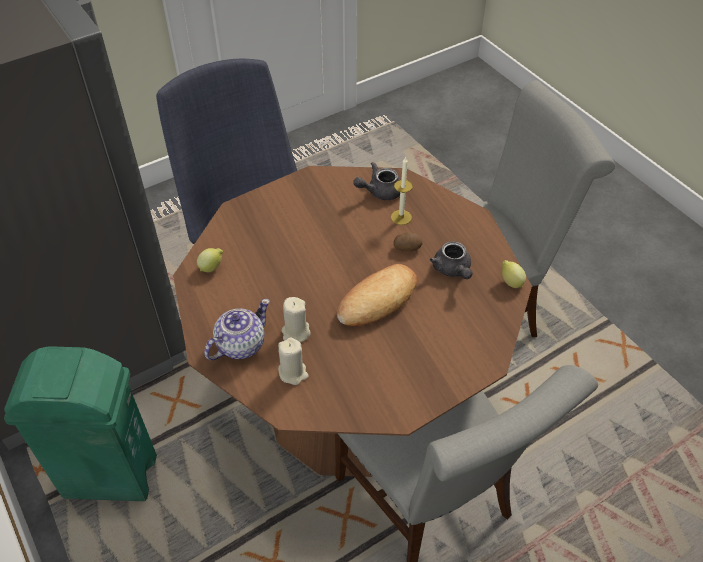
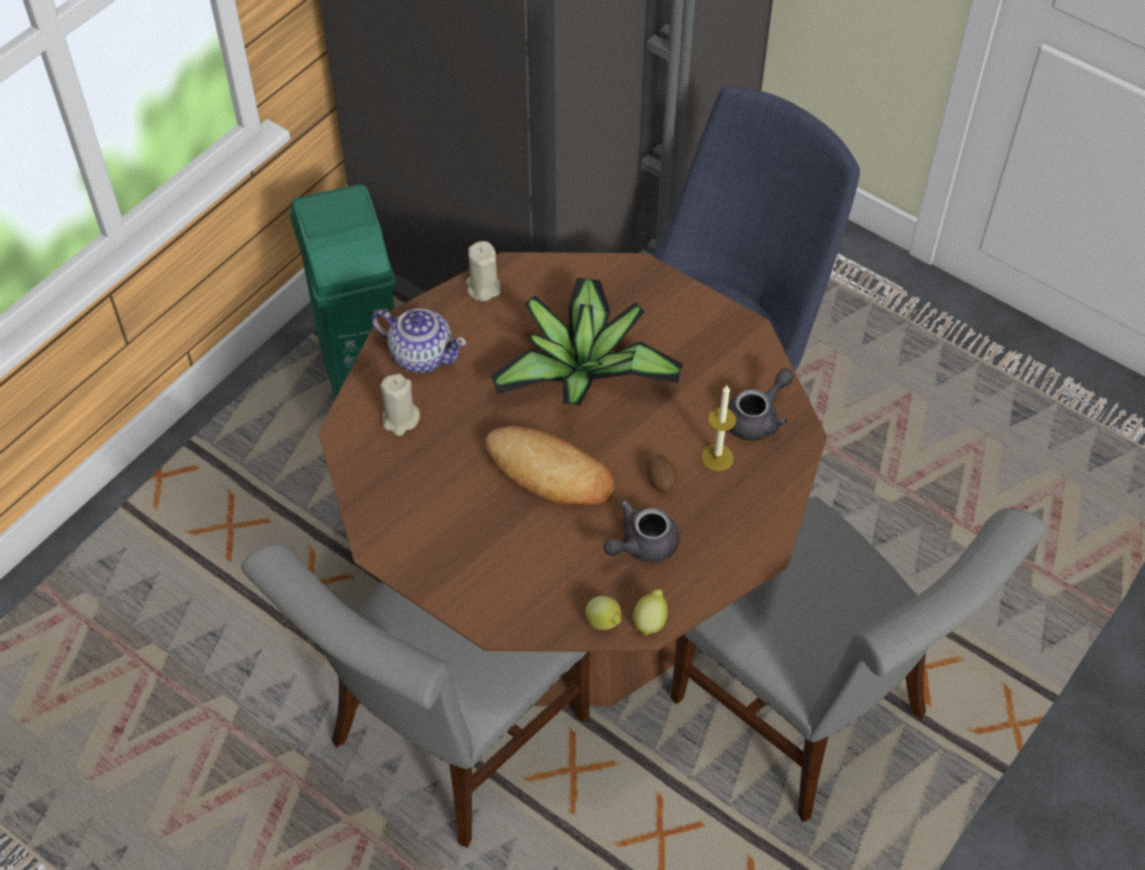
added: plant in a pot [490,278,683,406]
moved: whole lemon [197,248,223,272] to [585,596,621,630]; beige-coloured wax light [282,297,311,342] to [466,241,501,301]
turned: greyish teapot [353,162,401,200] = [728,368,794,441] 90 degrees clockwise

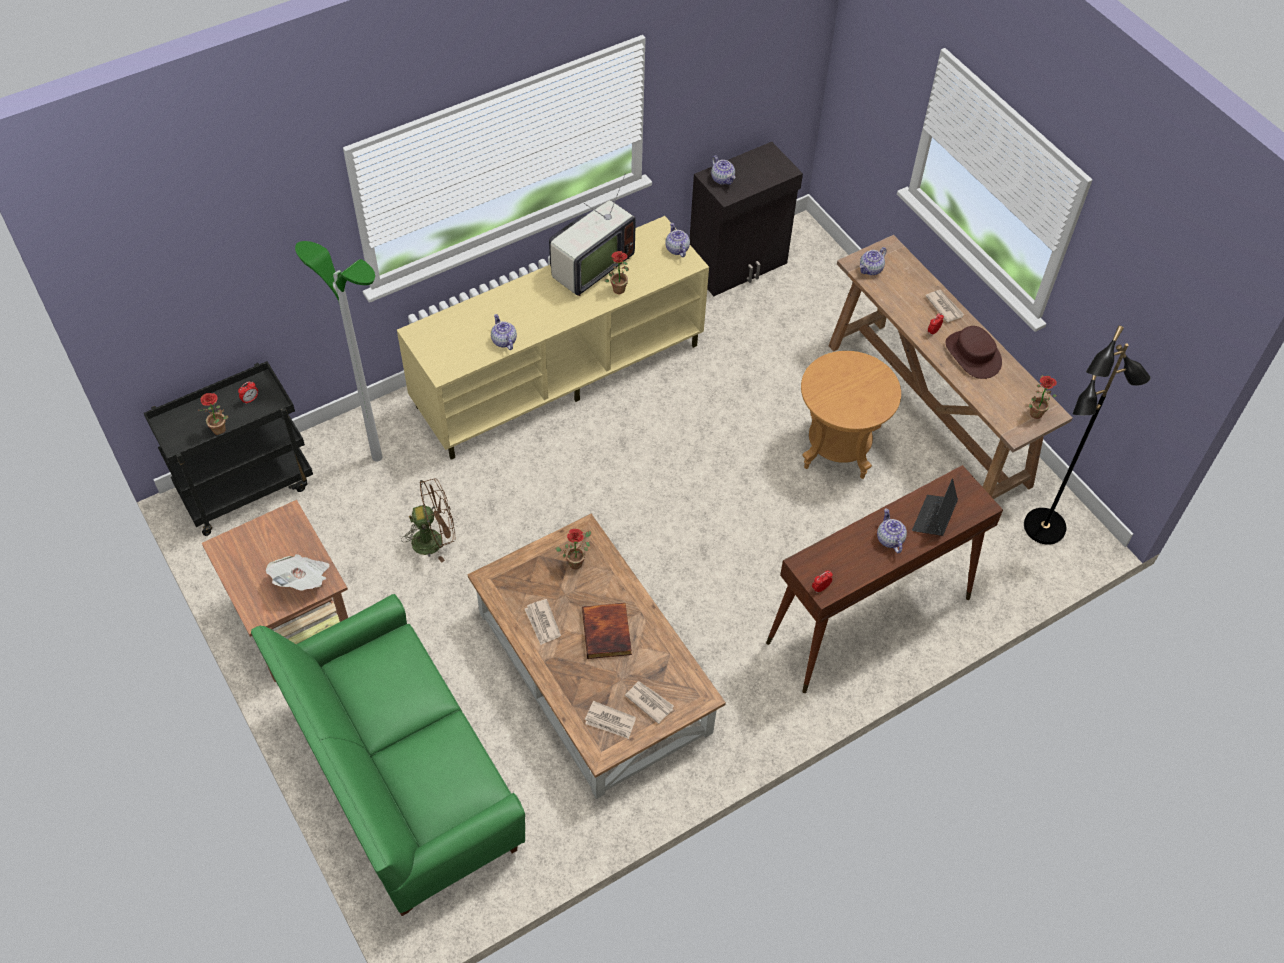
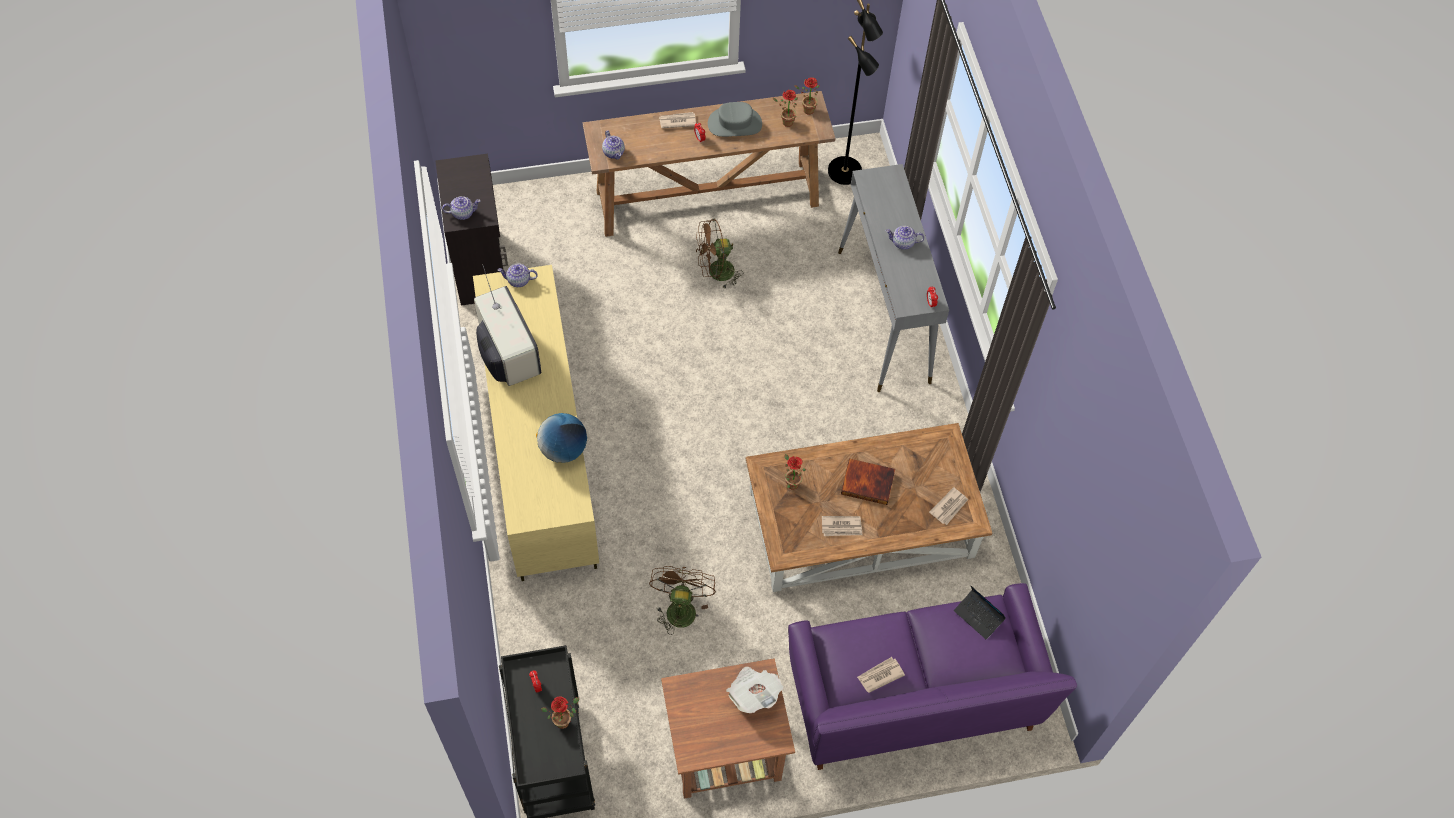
removed: floor lamp [295,241,383,462]
moved: plant in a pot [604,251,629,294] to [773,90,798,127]; laptop [912,478,958,536] to [954,585,1006,640]; printed paper [625,681,674,724] to [857,657,905,693]
replaced: teapot [491,314,517,350] to globe [536,413,587,463]; brownish accent table [801,351,901,479] to brownish cooling fan [696,218,743,289]
recoloured: brownish clothing hat [946,326,1002,379] to greyish clothing hat [708,102,762,137]; brownish narrow table [766,465,1003,693] to greyish narrow table [838,164,949,392]; green sofa [251,594,525,916] to purple-coloured sofa [788,583,1077,770]

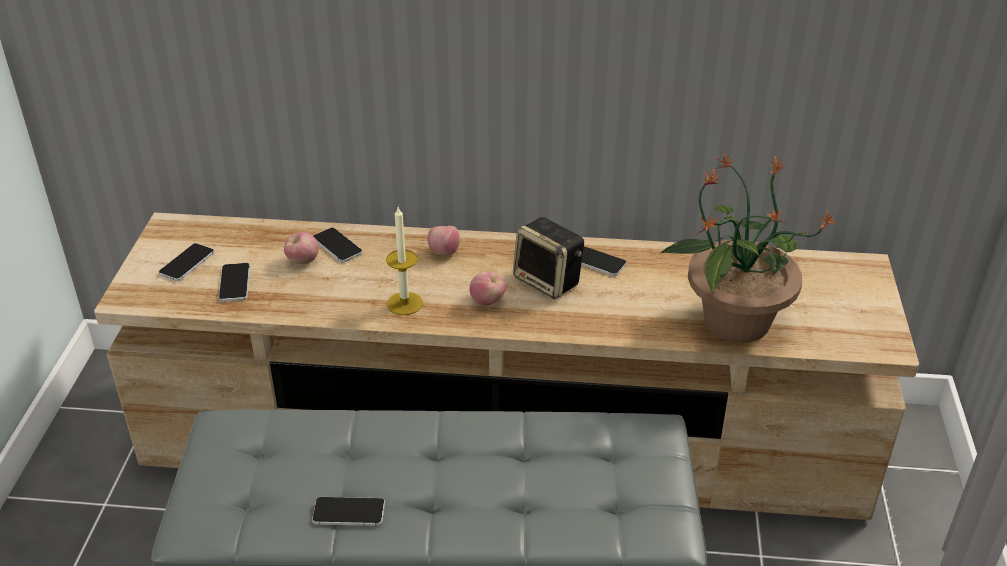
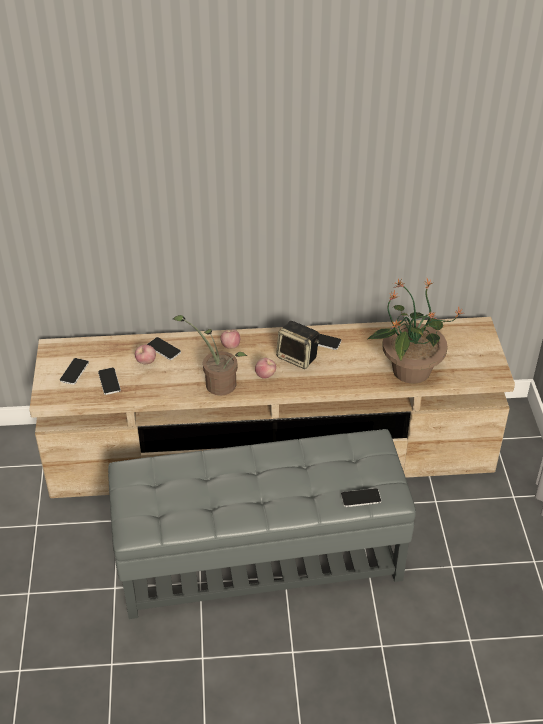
moved: handset [312,497,385,526] to [341,488,382,507]
replaced: wax light [386,207,423,315] to plant in a pot [173,315,247,396]

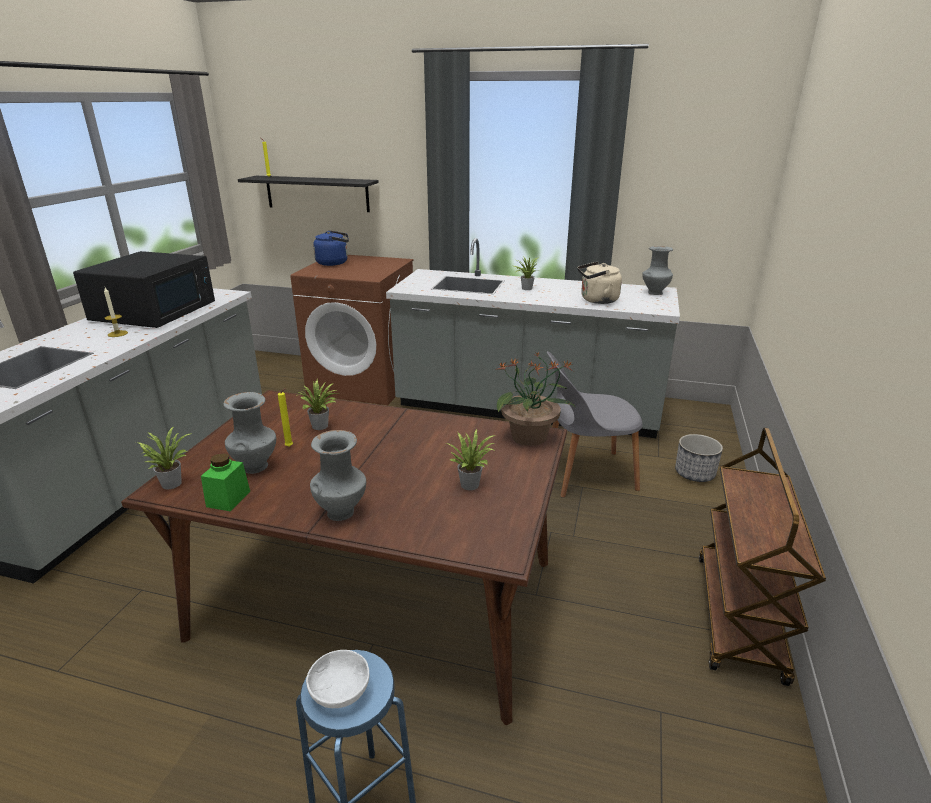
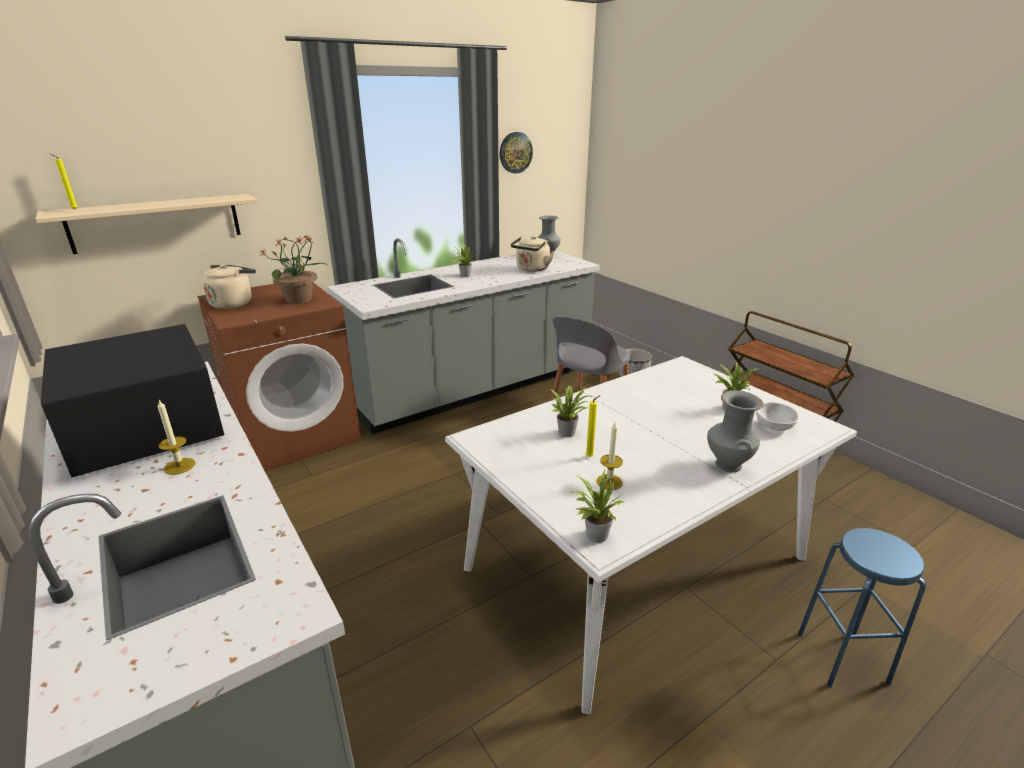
removed: green storage jar [201,453,250,511]
added: hanging clock [500,132,533,174]
moved: plant in a pot [497,352,575,446] to [259,236,326,304]; white bowl [306,650,369,708] to [756,402,799,431]
replaced: greyish decorative vase [223,392,276,474] to wax light [597,423,623,490]
recoloured: black-coloured wall shelf [238,176,379,212] to beige-coloured wall shelf [36,194,258,254]; blue-coloured water kettle [313,230,349,266] to beige-coloured water kettle [203,265,256,309]; brownish kitchen table [121,390,567,725] to white kitchen table [445,356,857,714]

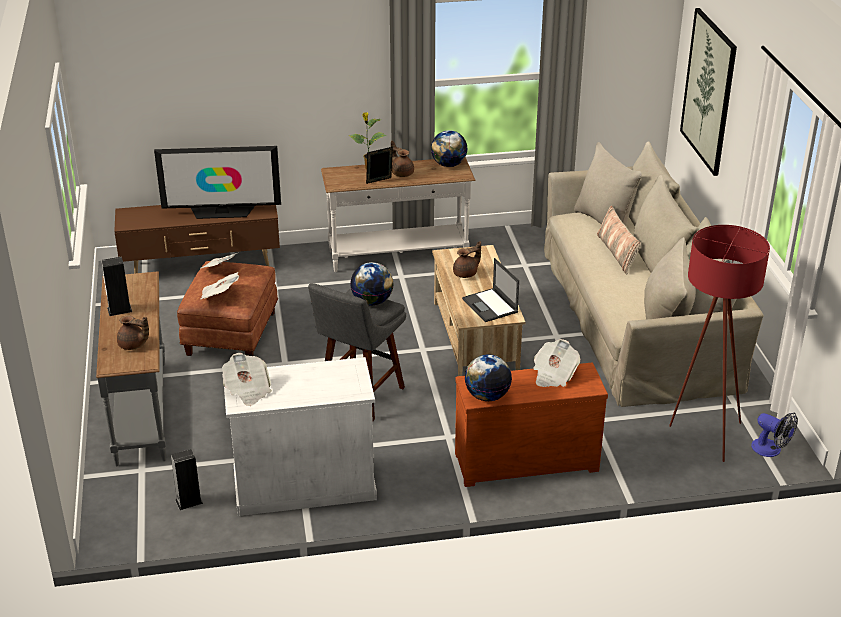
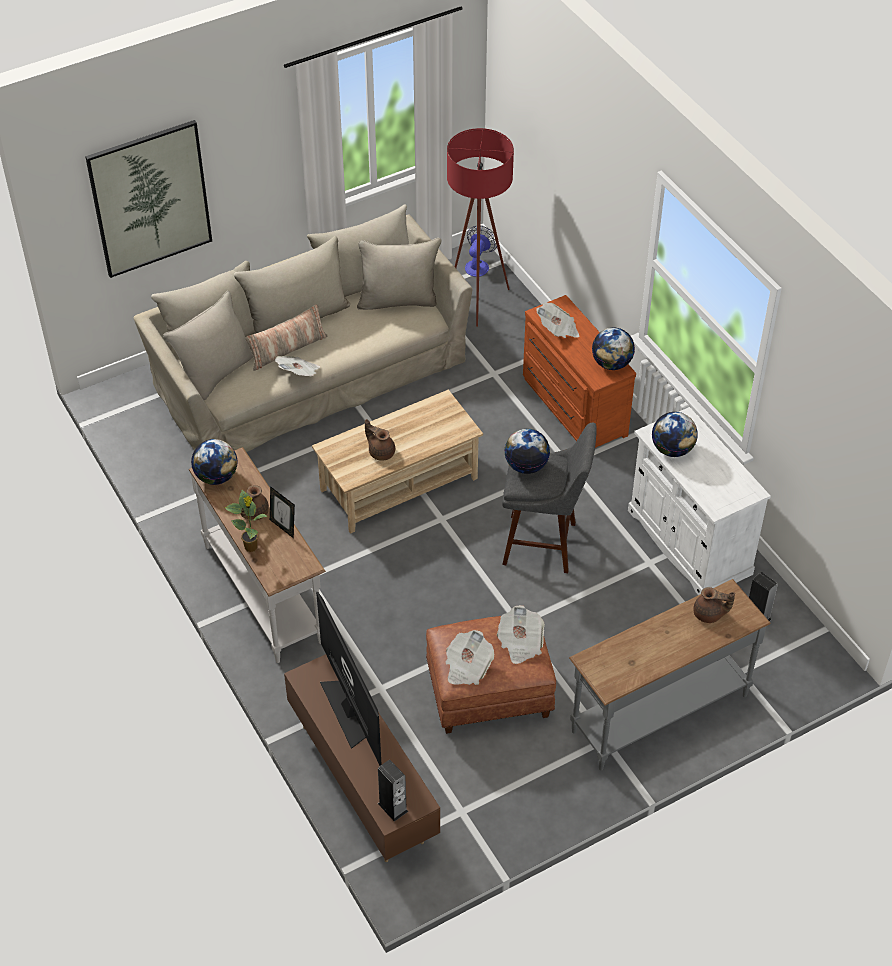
removed: laptop [462,258,519,322]
added: globe [652,412,698,457]
moved: audio speaker [101,257,132,316] to [378,760,409,822]; printed paper [222,353,272,406] to [275,356,320,377]
turned: brownish teapot [117,315,149,350] = [693,587,735,623] 105 degrees clockwise

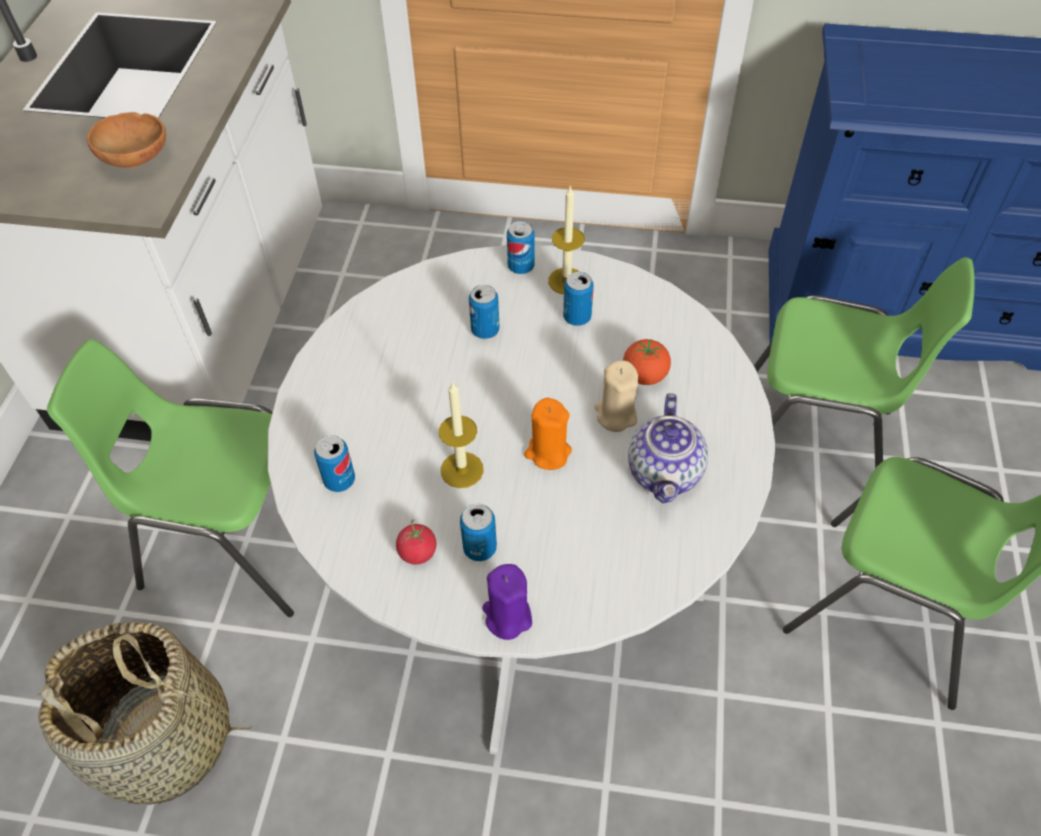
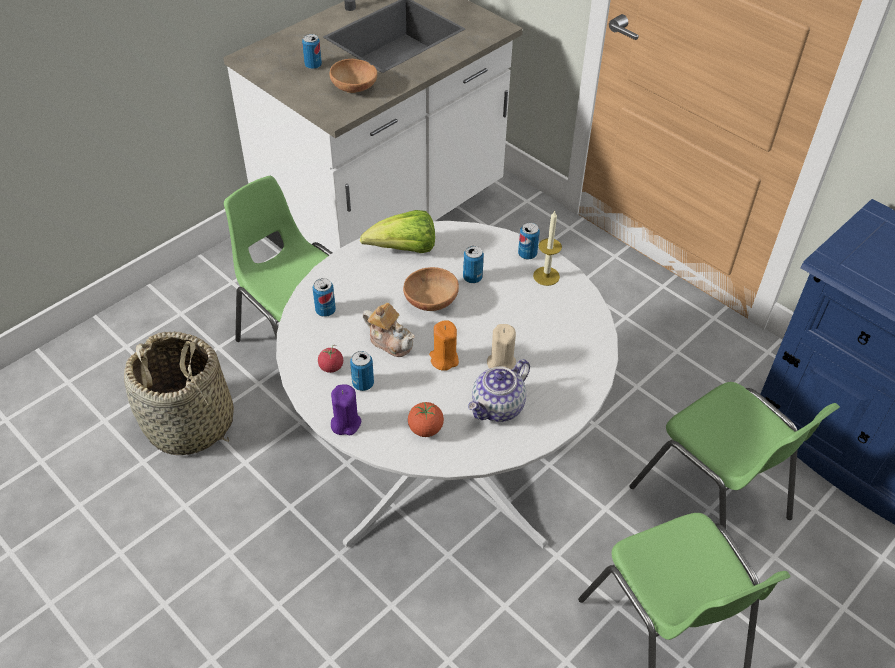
added: head of lettuce [360,210,435,253]; brownish bowl [403,267,459,311]
moved: sealed can [563,272,594,326] to [302,34,322,69]; fresh tomato [623,339,671,385] to [408,402,444,437]
replaced: wax light [439,381,484,488] to teapot [362,303,415,357]

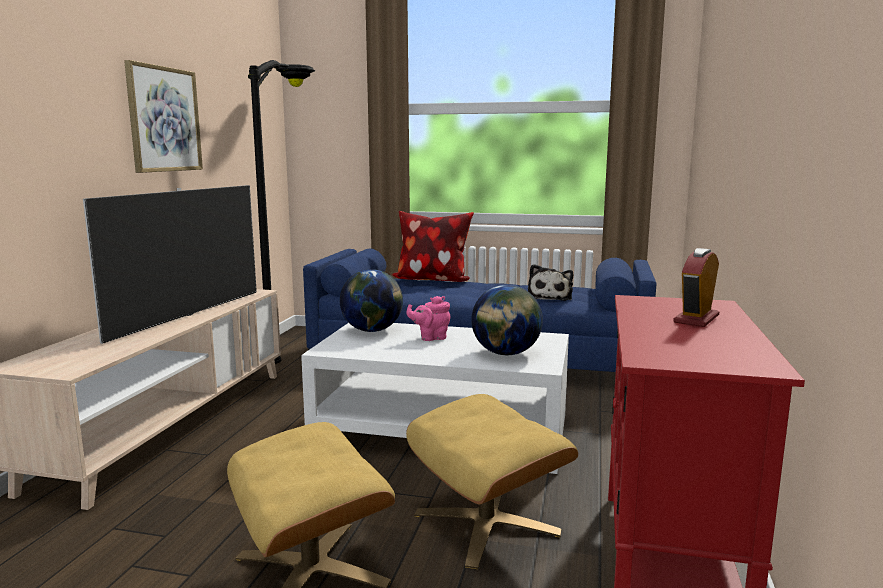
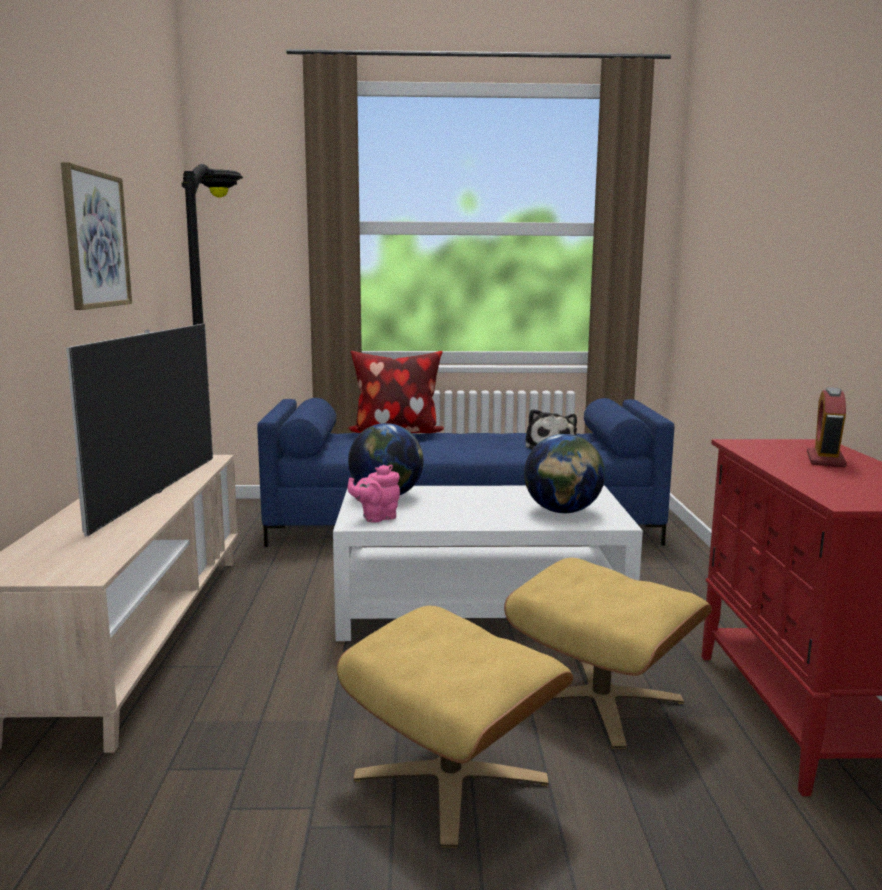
moved: pink-coloured teapot [407,296,451,341] to [348,465,400,522]

